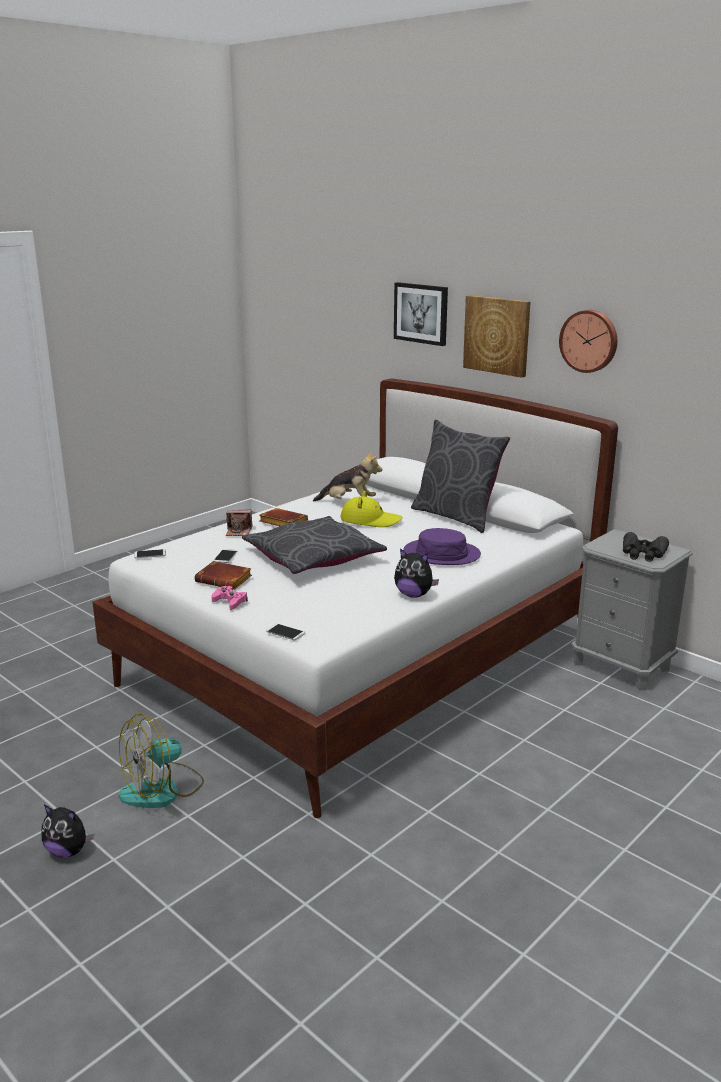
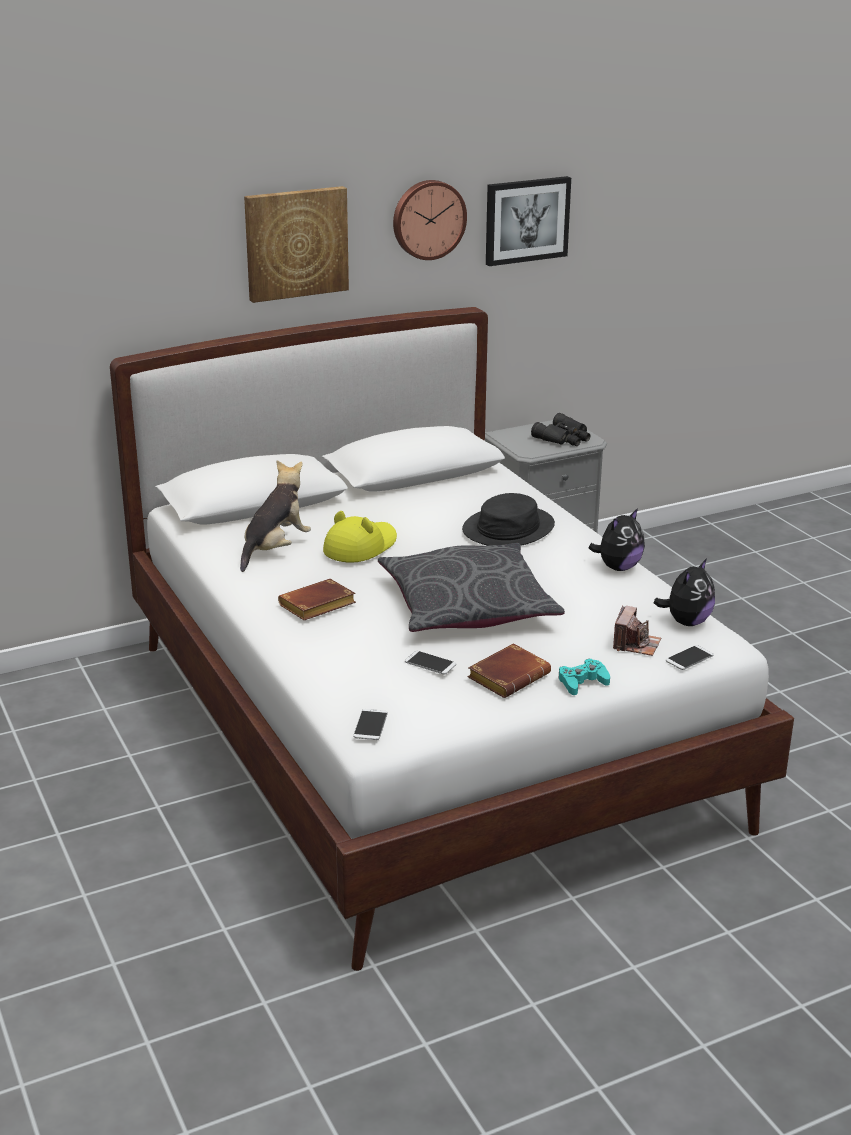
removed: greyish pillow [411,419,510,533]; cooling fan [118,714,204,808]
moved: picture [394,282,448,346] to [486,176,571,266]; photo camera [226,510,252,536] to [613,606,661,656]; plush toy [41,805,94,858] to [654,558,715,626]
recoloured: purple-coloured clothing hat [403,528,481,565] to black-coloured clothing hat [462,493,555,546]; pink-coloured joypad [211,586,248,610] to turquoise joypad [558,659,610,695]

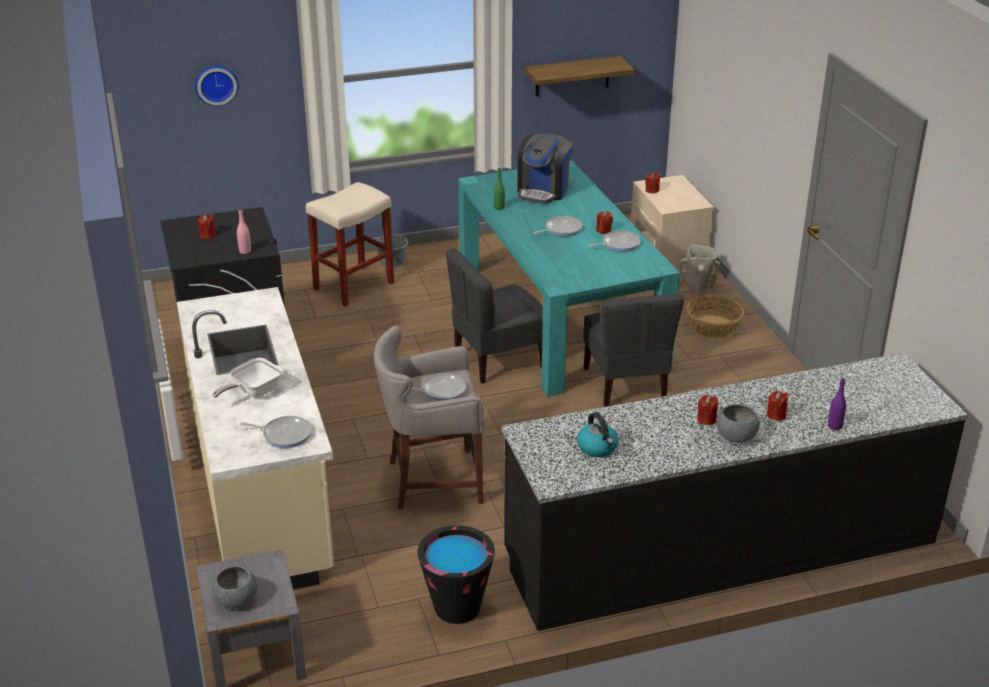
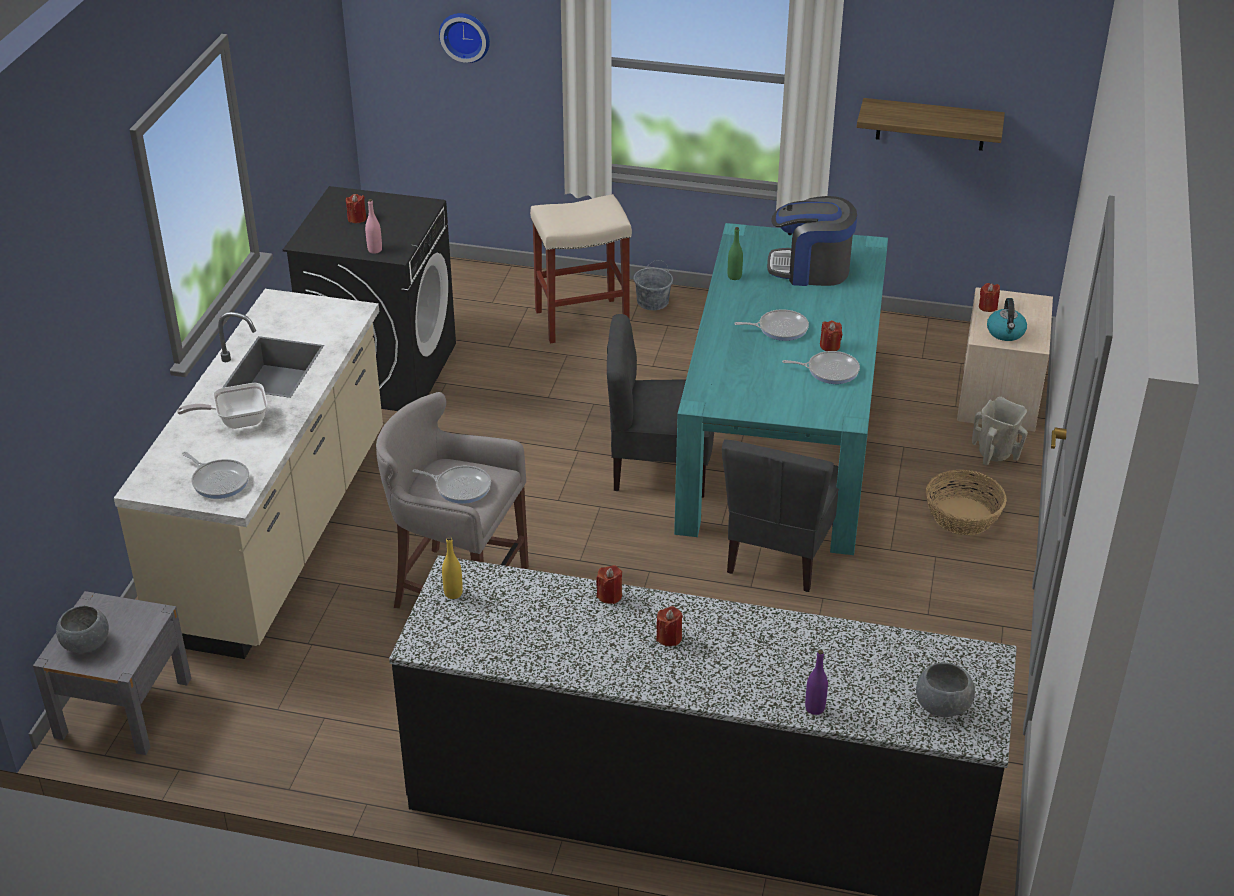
removed: black-coloured water bucket [417,525,495,624]
added: yellowish beverage bottle [442,536,463,599]
moved: reddish wax light [767,391,788,421] to [596,565,622,604]; greyish bowl [717,404,759,443] to [916,663,975,717]; water kettle [577,412,618,457] to [987,298,1027,341]
turned: coffee maker [517,133,574,204] = [767,196,857,286] 45 degrees clockwise

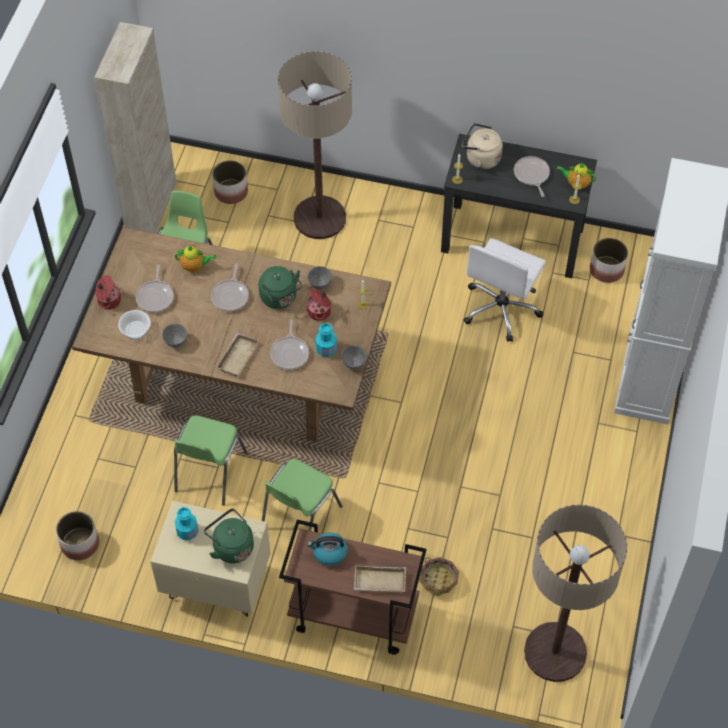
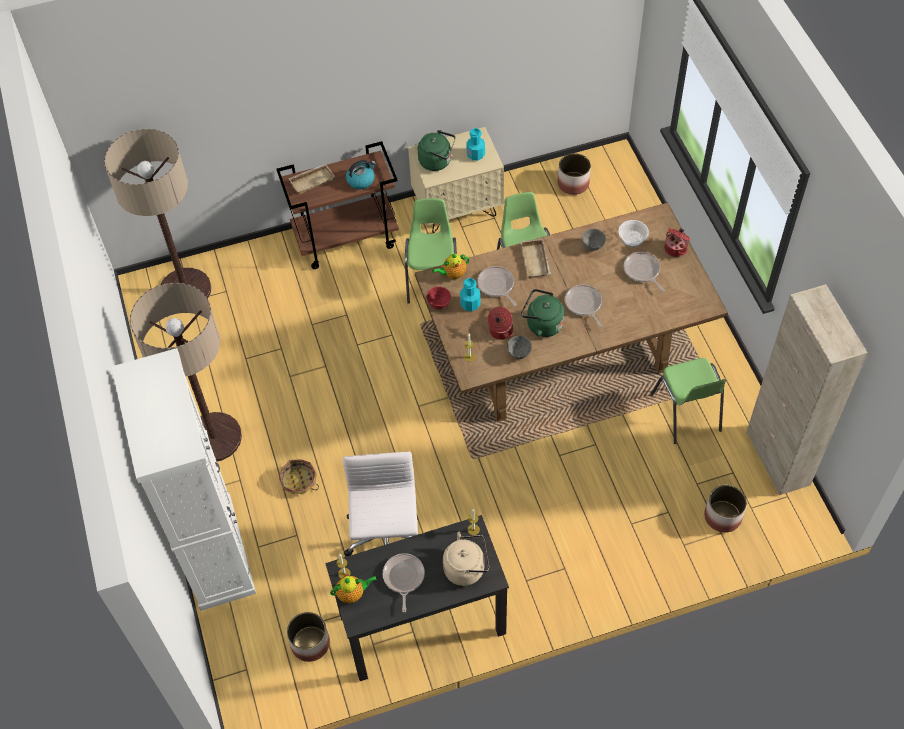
moved: floor lamp [278,51,352,239] to [130,283,242,461]; teapot [175,245,216,272] to [432,254,470,279]; basket [419,557,459,596] to [279,459,319,495]
recoloured: greyish bowl [341,345,367,369] to reddish bowl [426,287,451,309]
turned: frying pan [514,156,550,197] = [383,553,425,612] 135 degrees counterclockwise

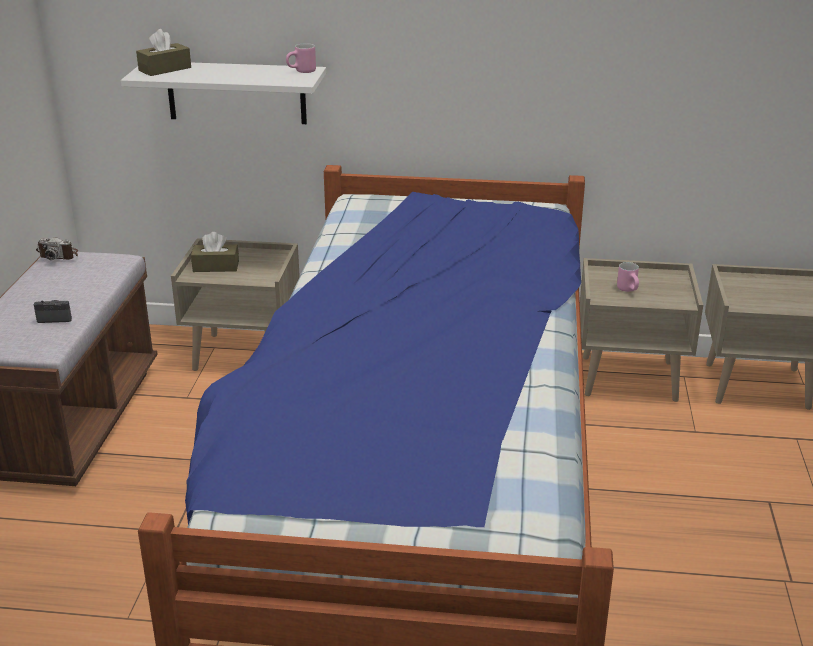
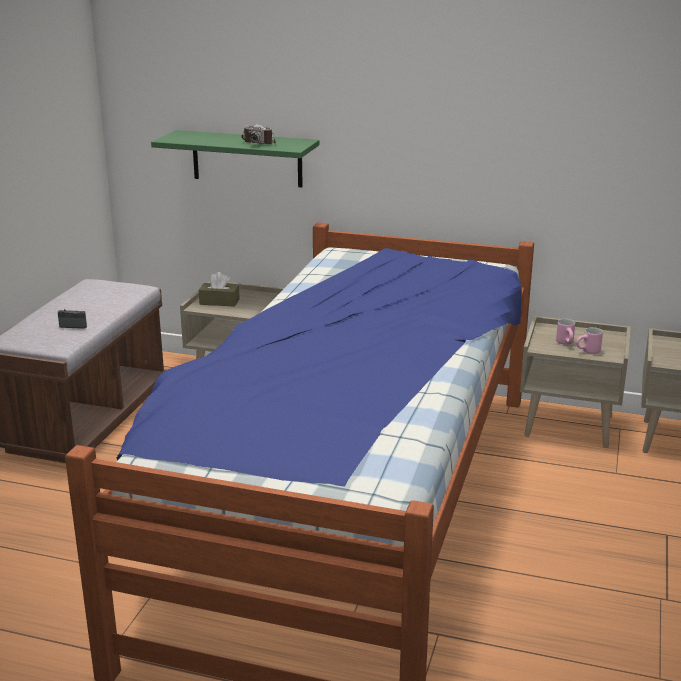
removed: brownish tissue box [136,29,191,76]
moved: pink-coloured mug [286,43,316,73] to [576,327,603,354]; photo camera [36,237,78,260] to [241,124,276,144]
recoloured: white wall shelf [121,63,326,124] to green wall shelf [151,130,319,187]

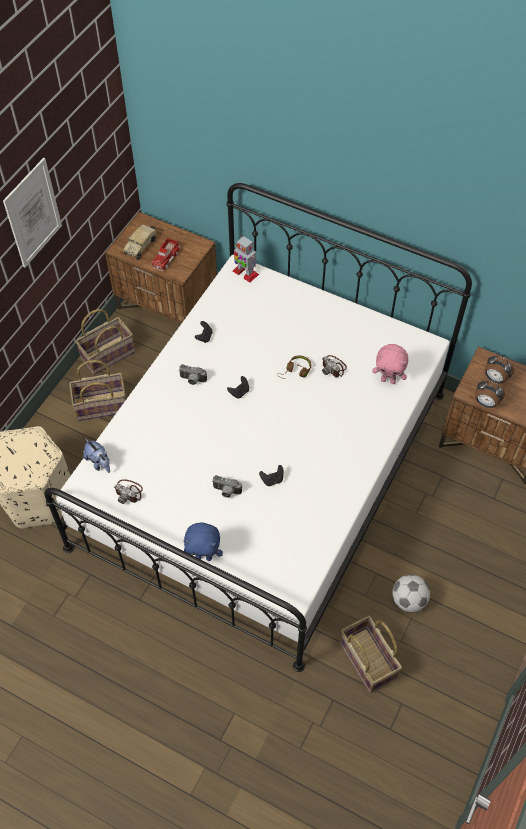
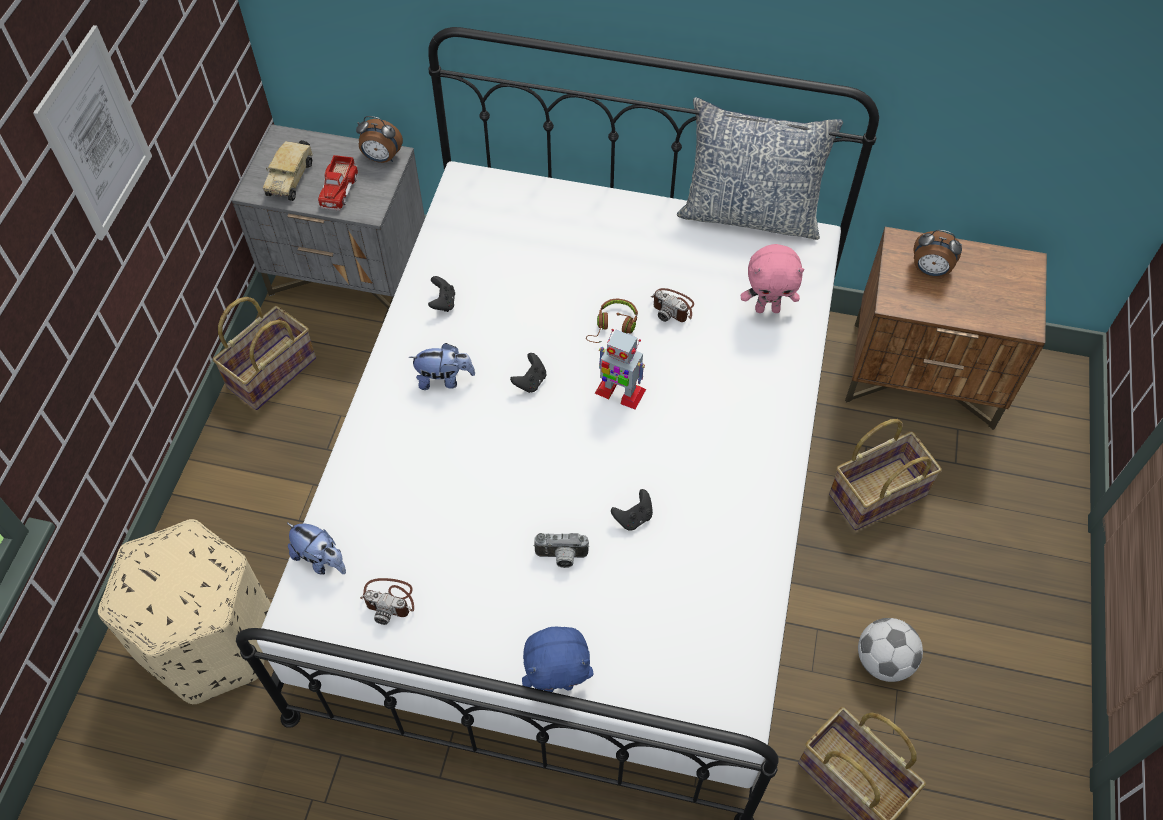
added: pillow [677,97,843,240]
moved: robot figure [233,235,259,283] to [595,329,646,409]; basket [69,360,126,421] to [829,419,942,530]; alarm clock [475,380,505,408] to [356,116,403,163]
replaced: photo camera [179,364,207,385] to plush toy [408,343,475,390]
recoloured: brownish bedside table [105,212,217,325] to greyish bedside table [232,124,425,309]

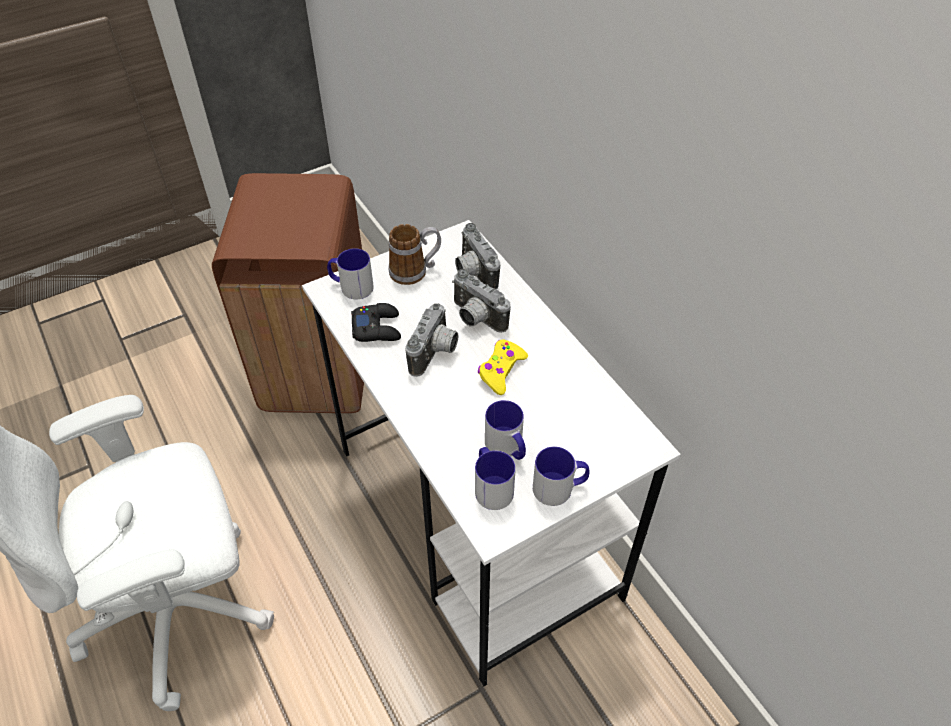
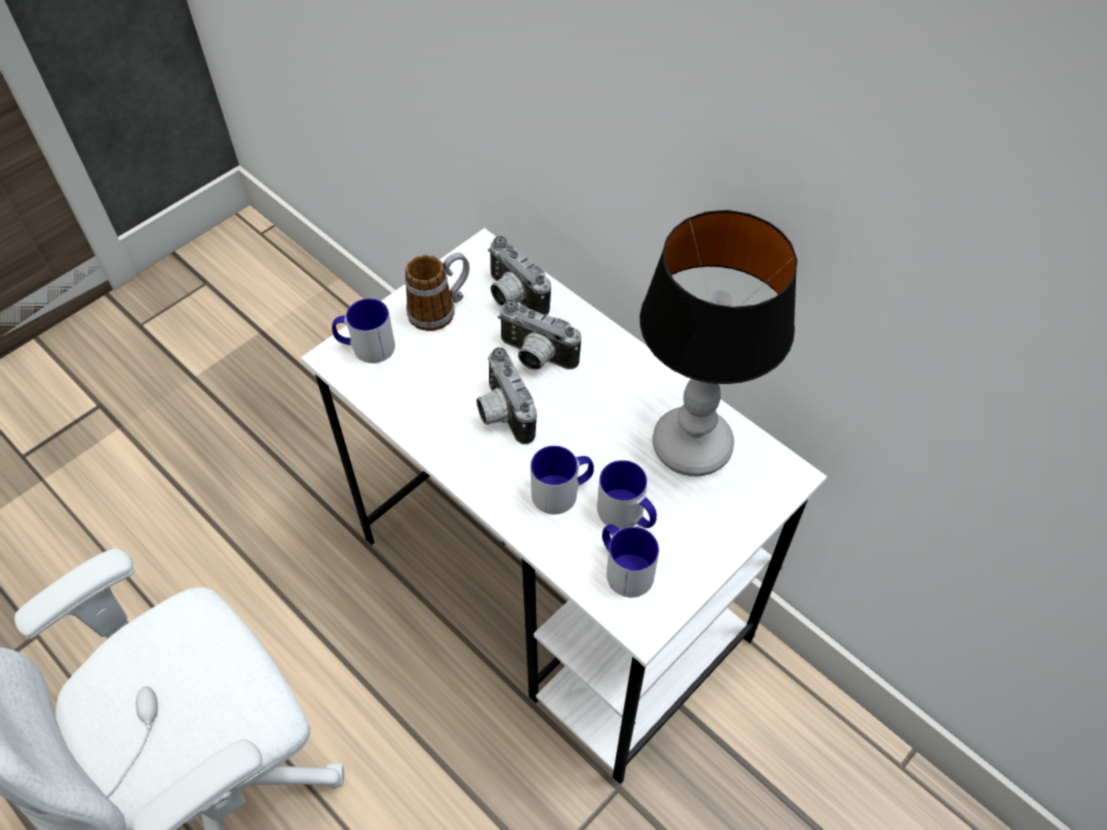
removed: brownish rubbish bin [212,173,364,413]; black-coloured joypad [351,303,401,342]; yellowish joypad [478,340,528,395]
added: lamp for a table [640,210,798,476]
moved: mug [533,447,590,506] to [531,446,594,514]
turned: photo camera [405,303,458,377] = [477,347,537,444] 150 degrees clockwise

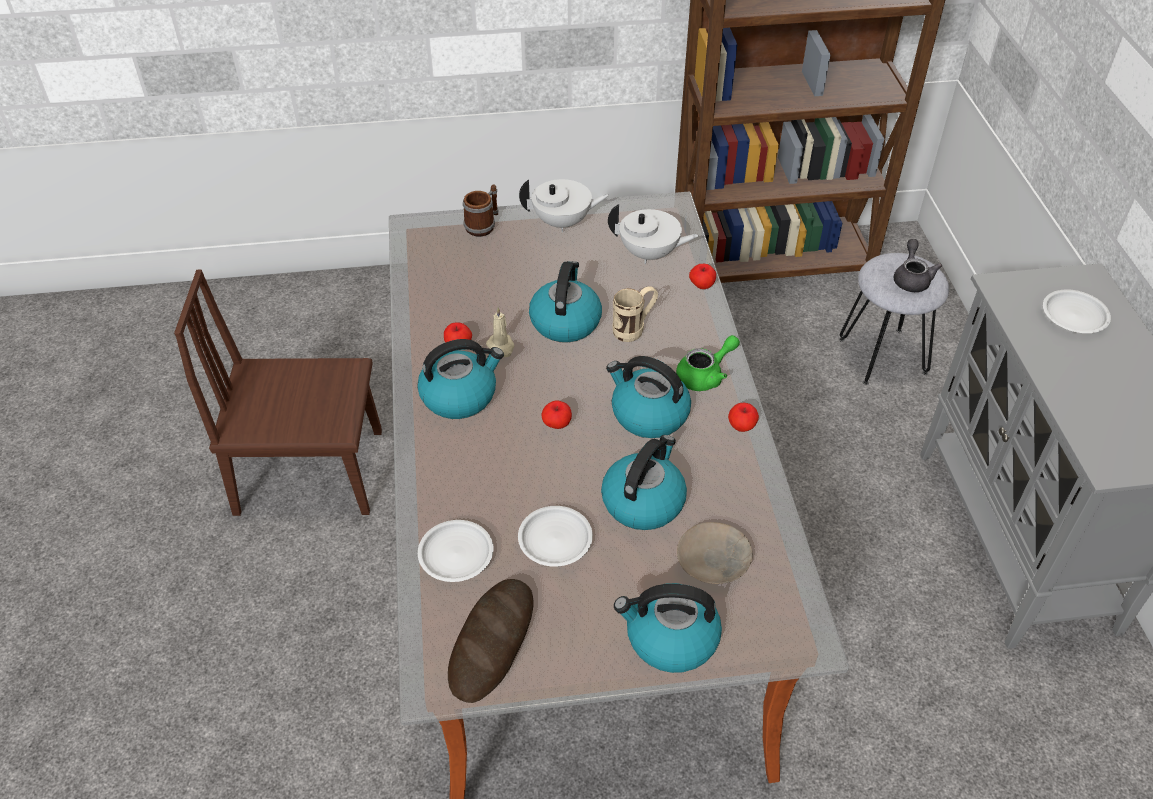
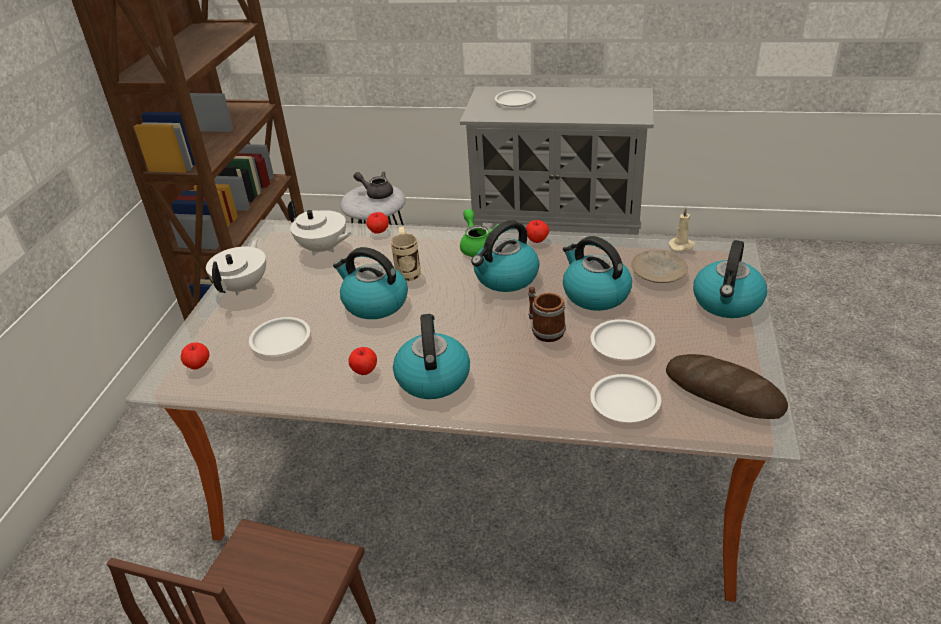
added: white plate [249,317,310,355]
moved: mug [463,184,499,237] to [528,287,566,342]; beige-coloured wax light [486,307,515,357] to [668,208,696,251]; whole apple [542,401,572,429] to [181,342,210,370]
turned: white teapot [608,204,699,264] = [288,200,352,256] 90 degrees clockwise

